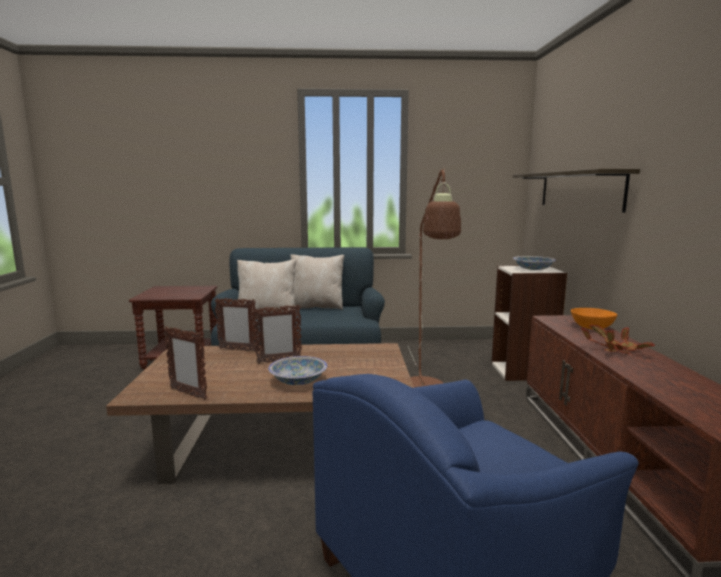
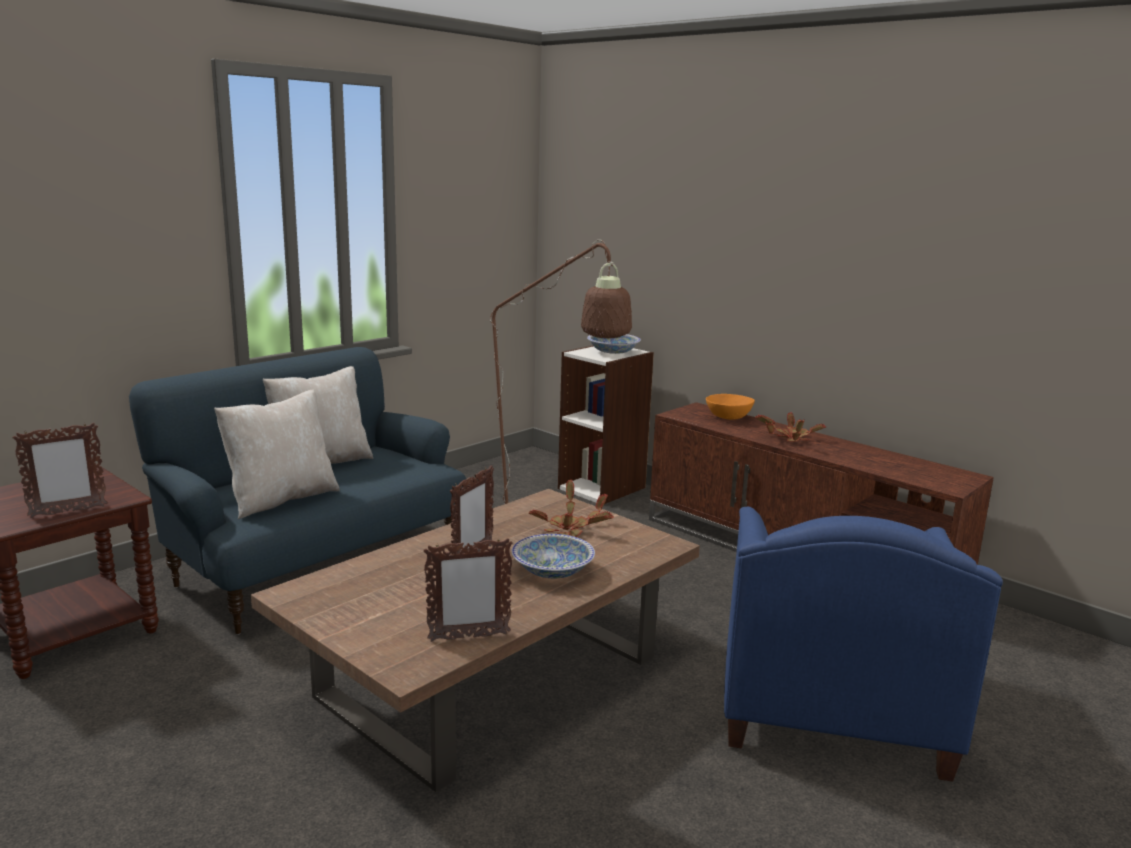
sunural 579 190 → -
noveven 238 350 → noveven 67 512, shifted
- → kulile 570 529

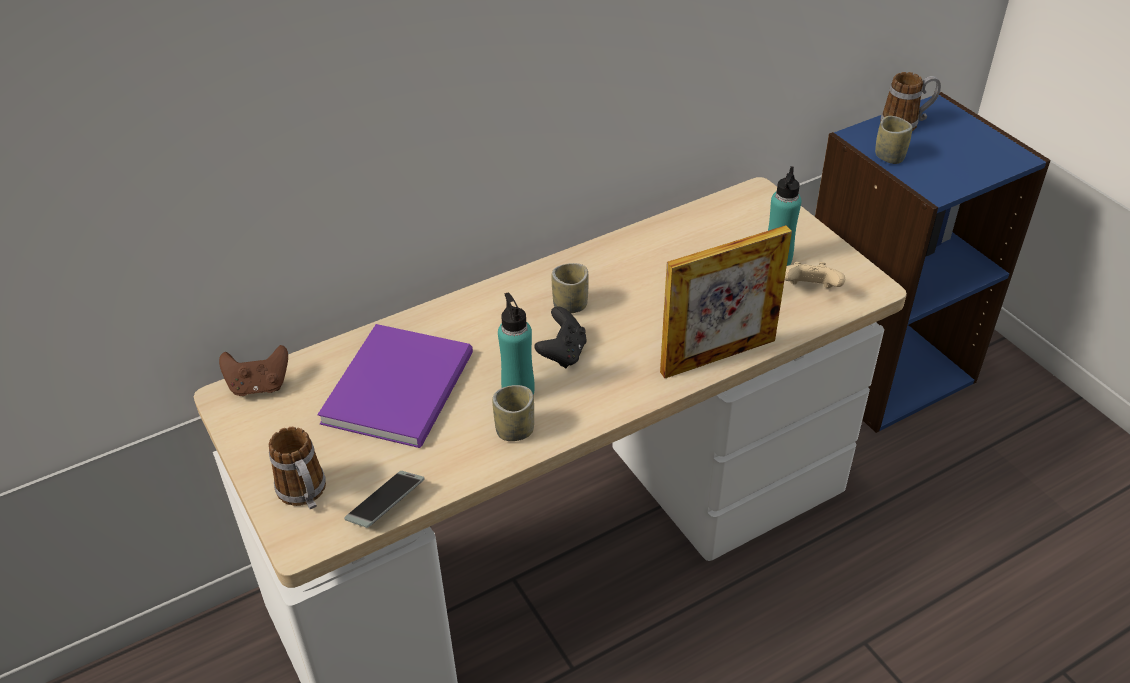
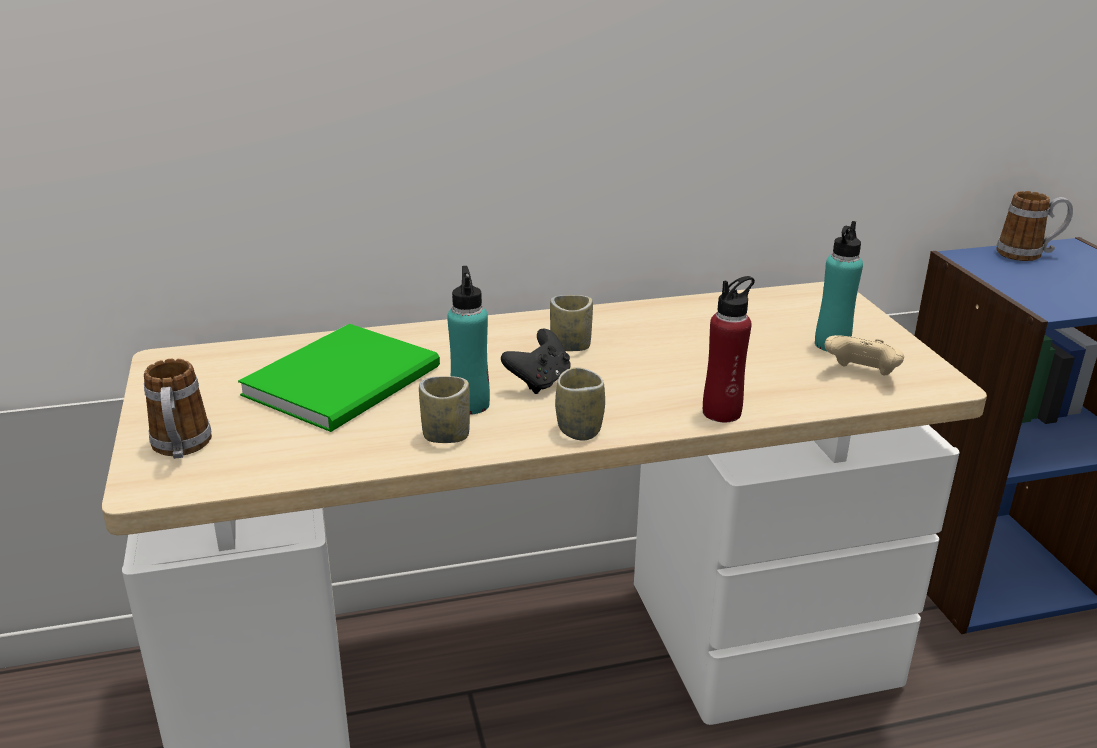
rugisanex 889 156 → rugisanex 579 430, shifted
noveven 718 356 → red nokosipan 722 412
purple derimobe 403 386 → green derimobe 349 380
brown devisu 259 386 → -
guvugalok 385 504 → -

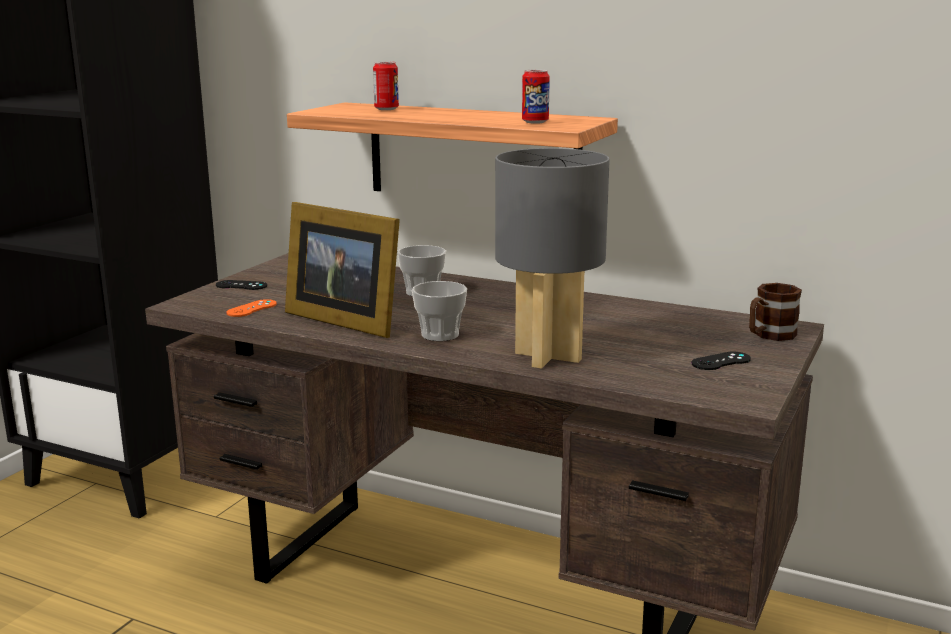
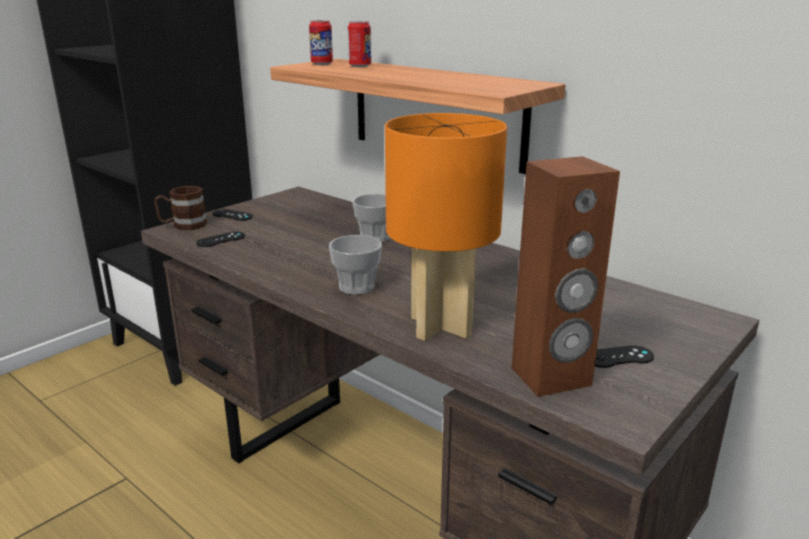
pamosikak 535 122 → pamosikak 322 64, shifted
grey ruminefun 548 357 → orange ruminefun 440 327
noveven 344 319 → -
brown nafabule 769 335 → brown nafabule 183 225, shifted
orange devisu 251 308 → black devisu 220 240
- → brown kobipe 551 377

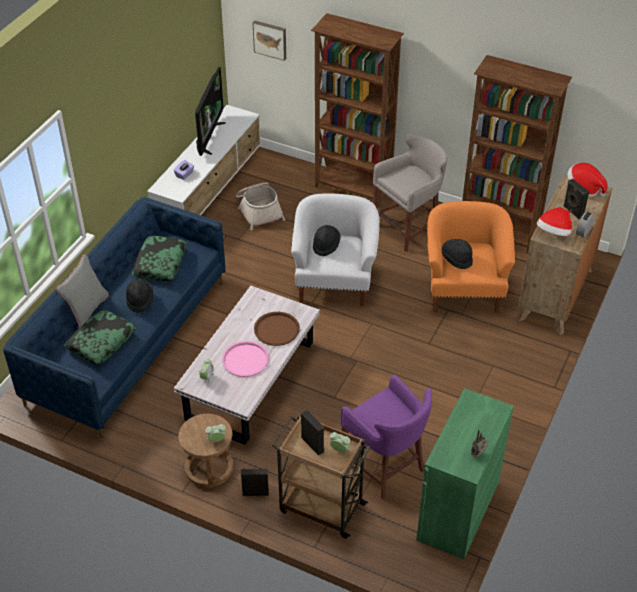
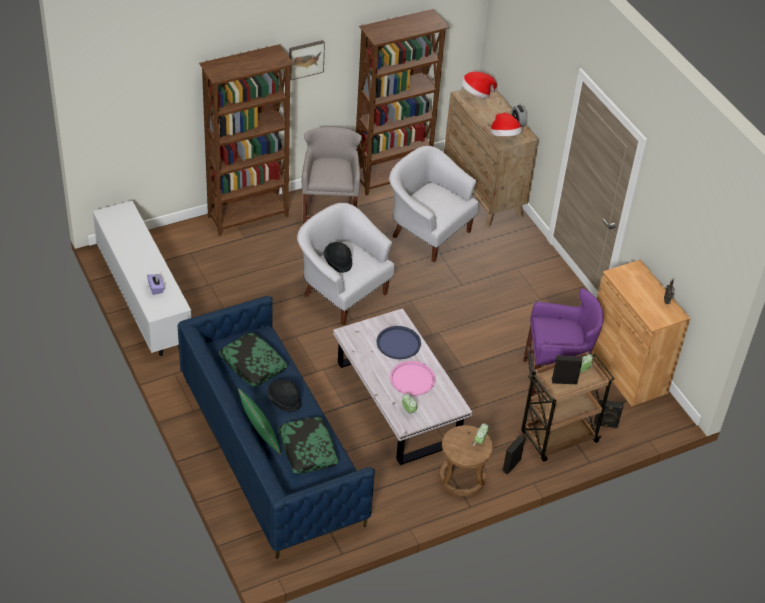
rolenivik 270 39 → rolenivik 305 59, shifted
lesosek 209 137 → -
black kobipe 572 212 → black kobipe 605 425, shifted
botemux 258 210 → -
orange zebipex 464 289 → white zebipex 428 232
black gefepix 457 259 → -
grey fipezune 87 310 → green fipezune 260 439
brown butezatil 276 329 → blue butezatil 398 343
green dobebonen 458 511 → brown dobebonen 626 370

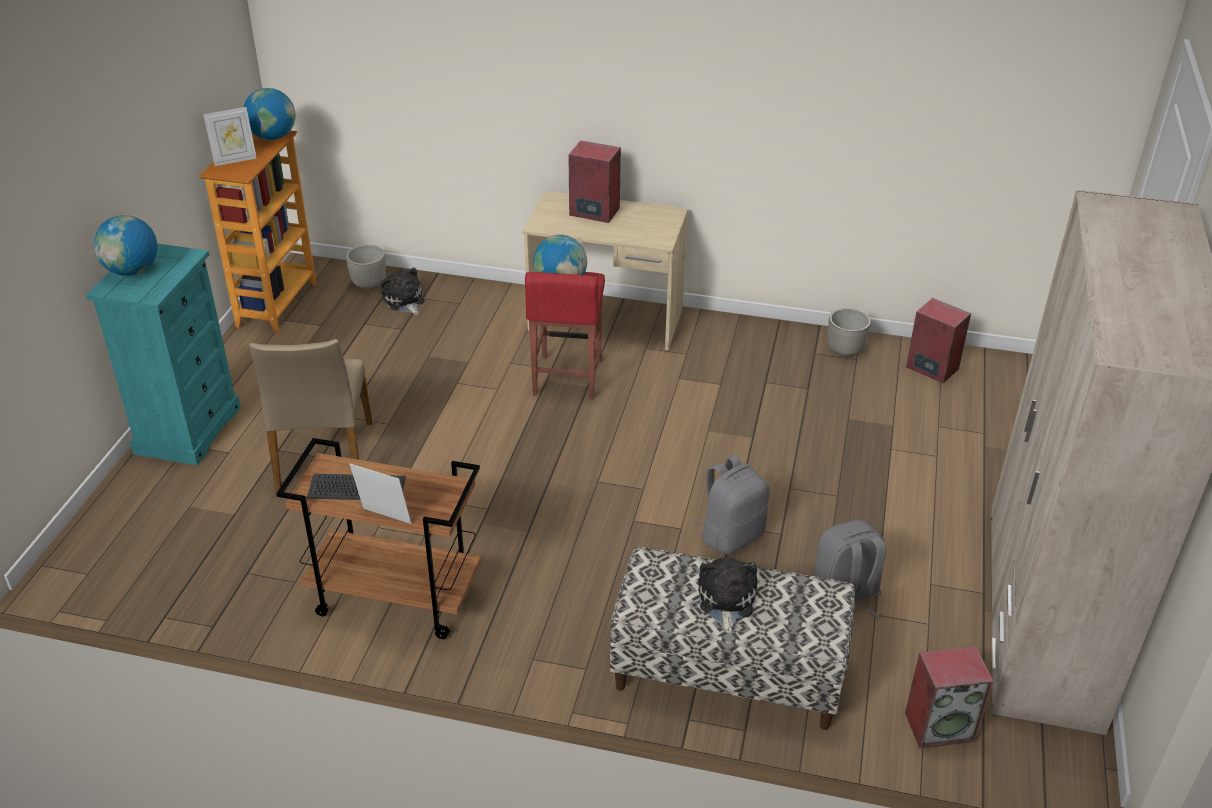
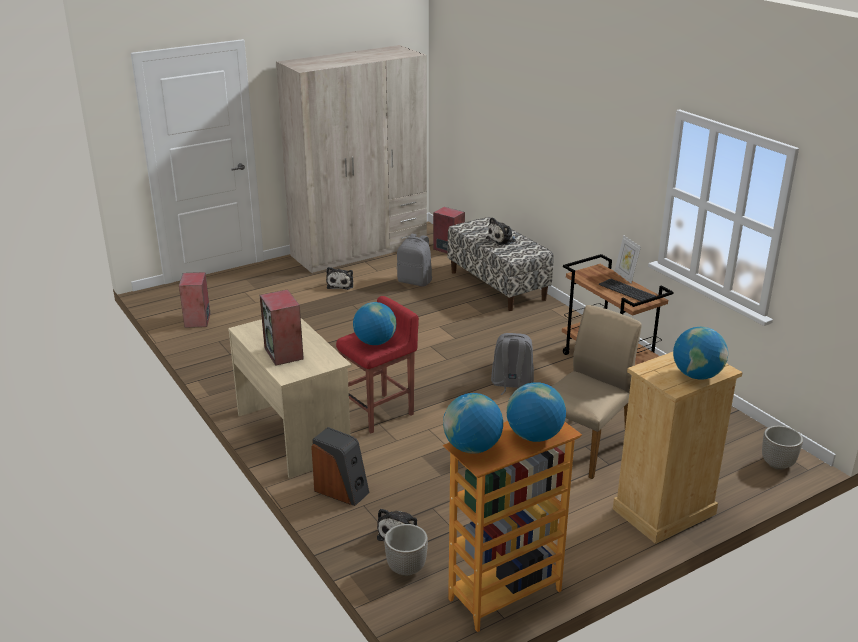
noveven 234 160 → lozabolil 534 436
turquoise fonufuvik 188 430 → beige fonufuvik 664 512
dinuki 845 350 → dinuki 777 464, shifted
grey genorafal 731 535 → grey genorafal 511 384, shifted
- → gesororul 341 284
- → kobipe 342 490

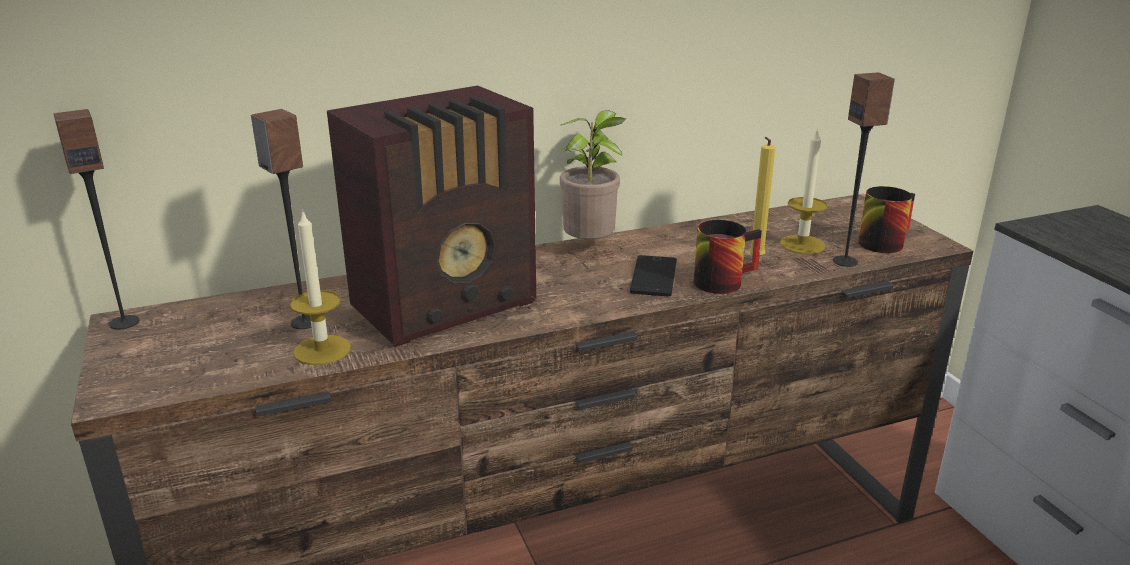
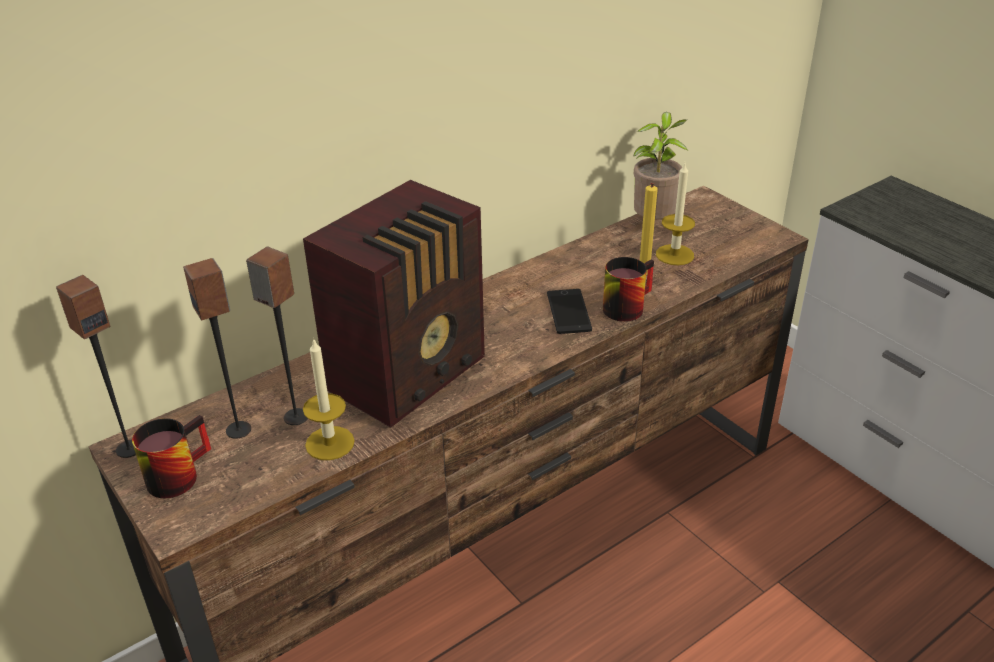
kobipe 845 261 → kobipe 239 430, shifted
kulile 591 248 → kulile 654 223, shifted
nafabule 881 240 → nafabule 176 473, shifted

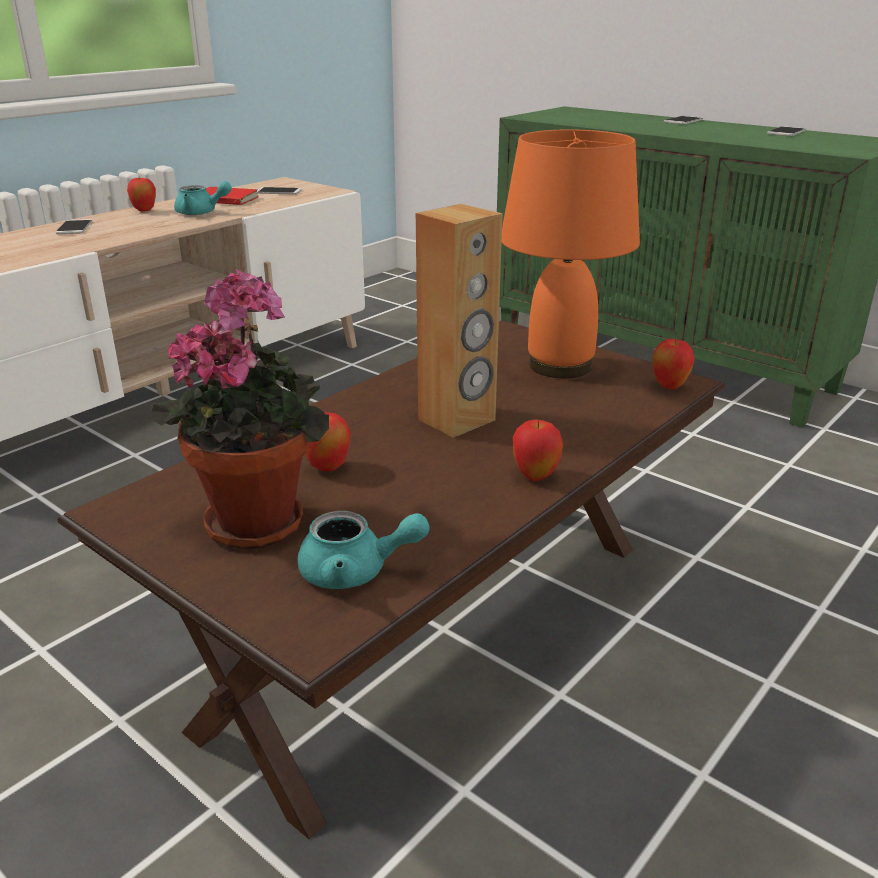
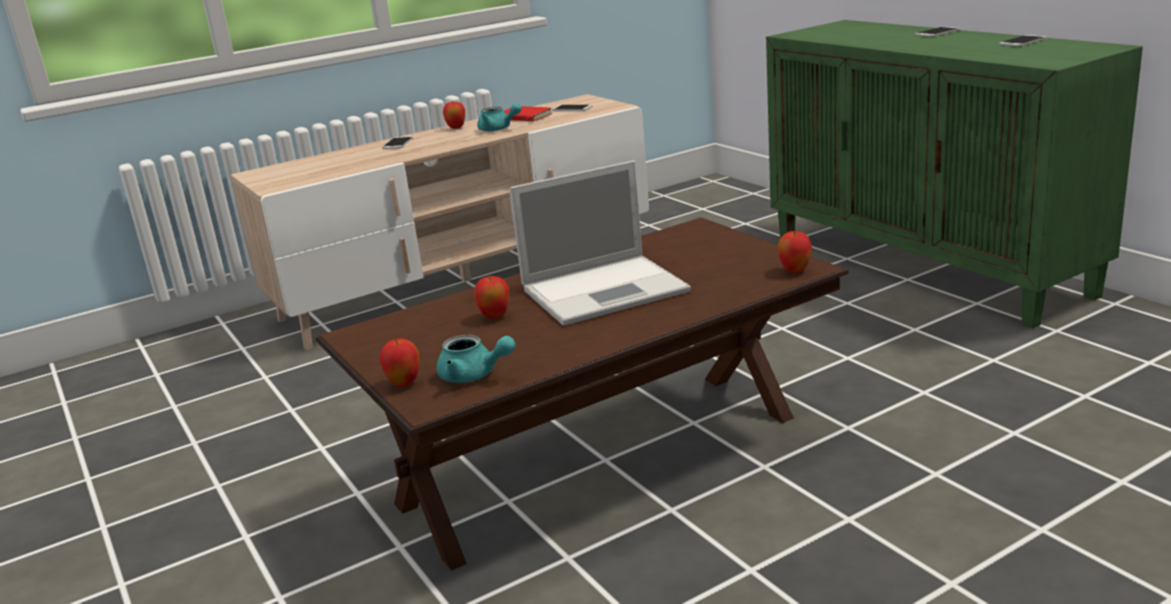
orange ruminefun 559 366 → -
brown kobipe 457 420 → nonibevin 607 289
kulile 259 518 → -
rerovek 535 476 → rerovek 404 384, shifted

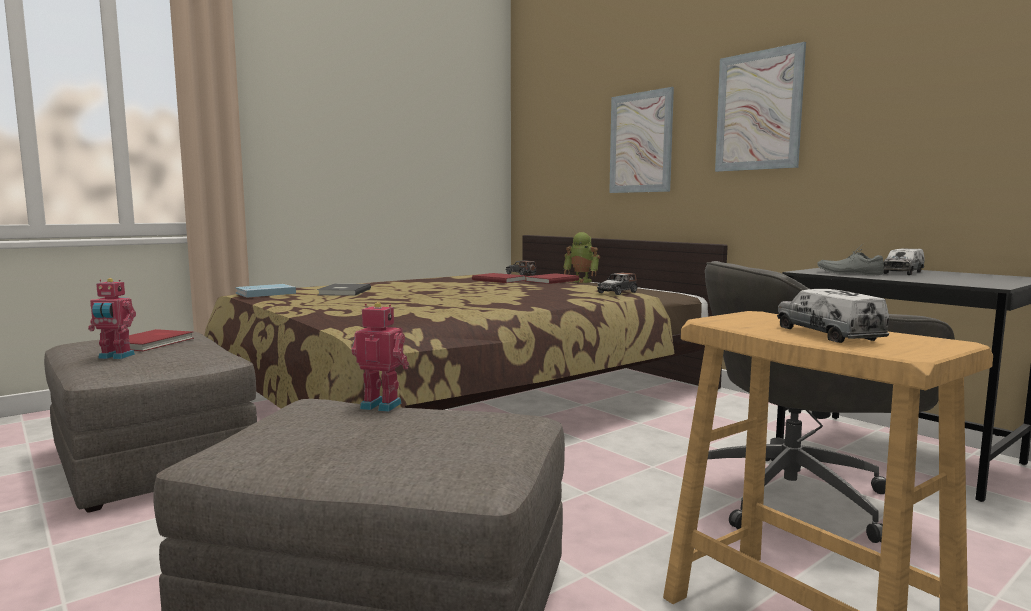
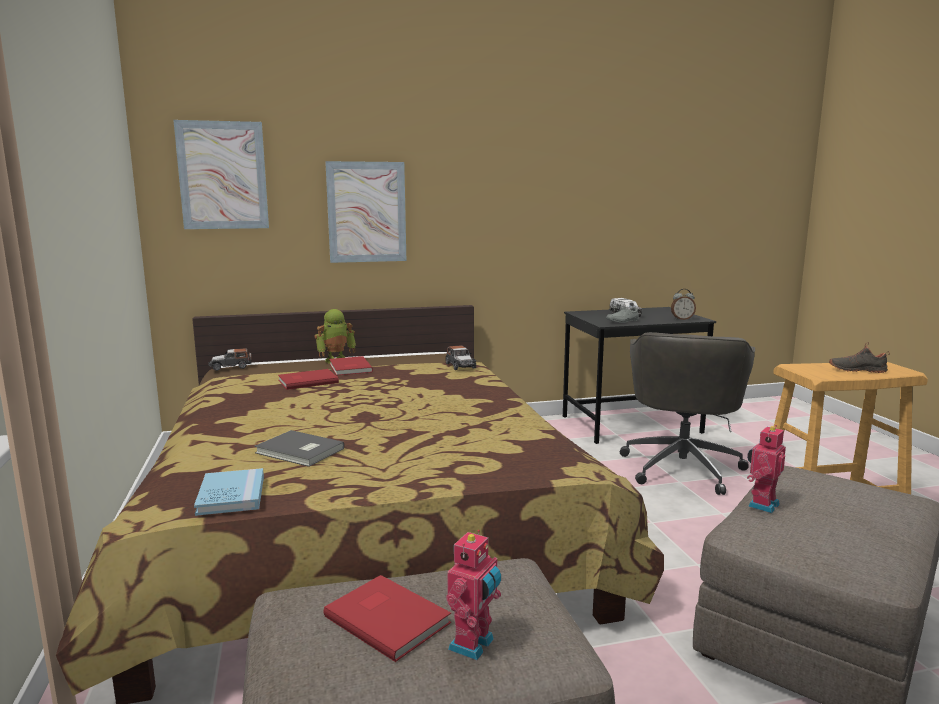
rolenivik 758 111 → rolenivik 223 175, shifted
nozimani 828 334 → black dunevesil 857 370
- → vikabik 682 319

